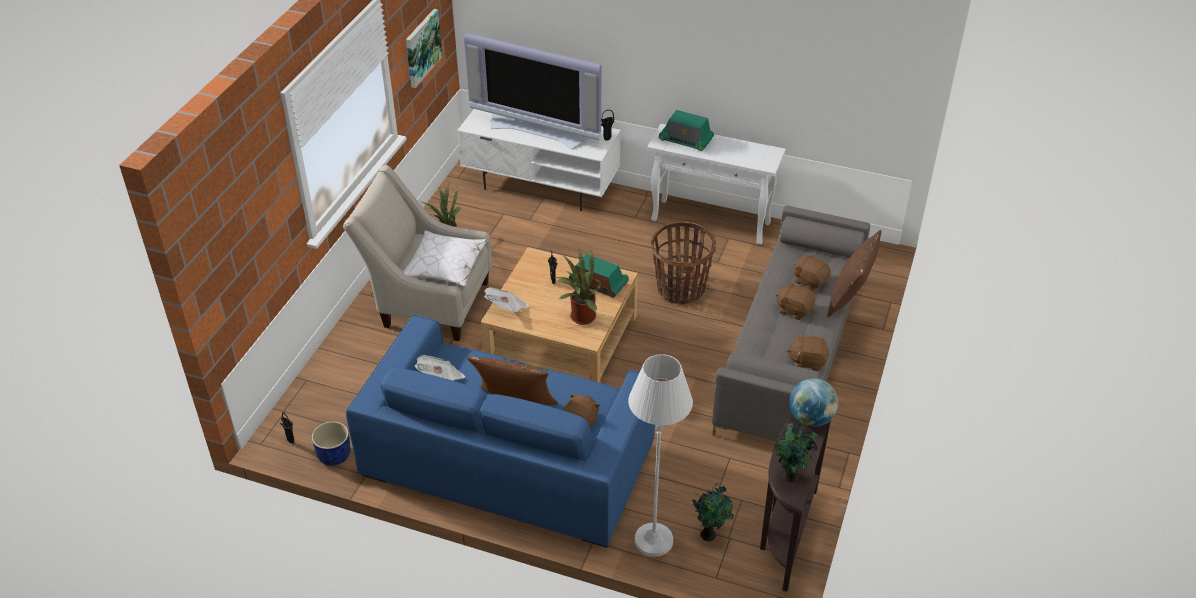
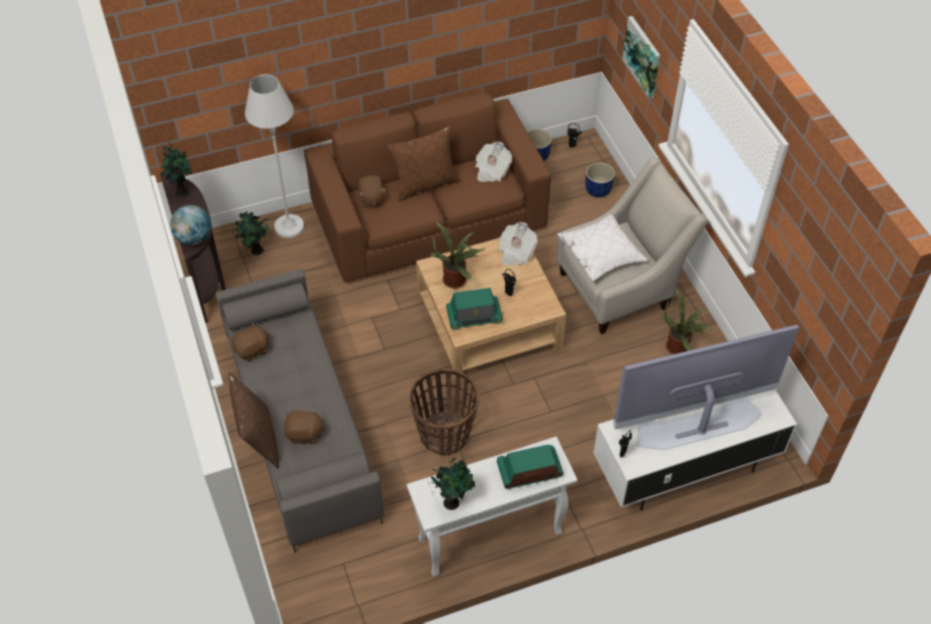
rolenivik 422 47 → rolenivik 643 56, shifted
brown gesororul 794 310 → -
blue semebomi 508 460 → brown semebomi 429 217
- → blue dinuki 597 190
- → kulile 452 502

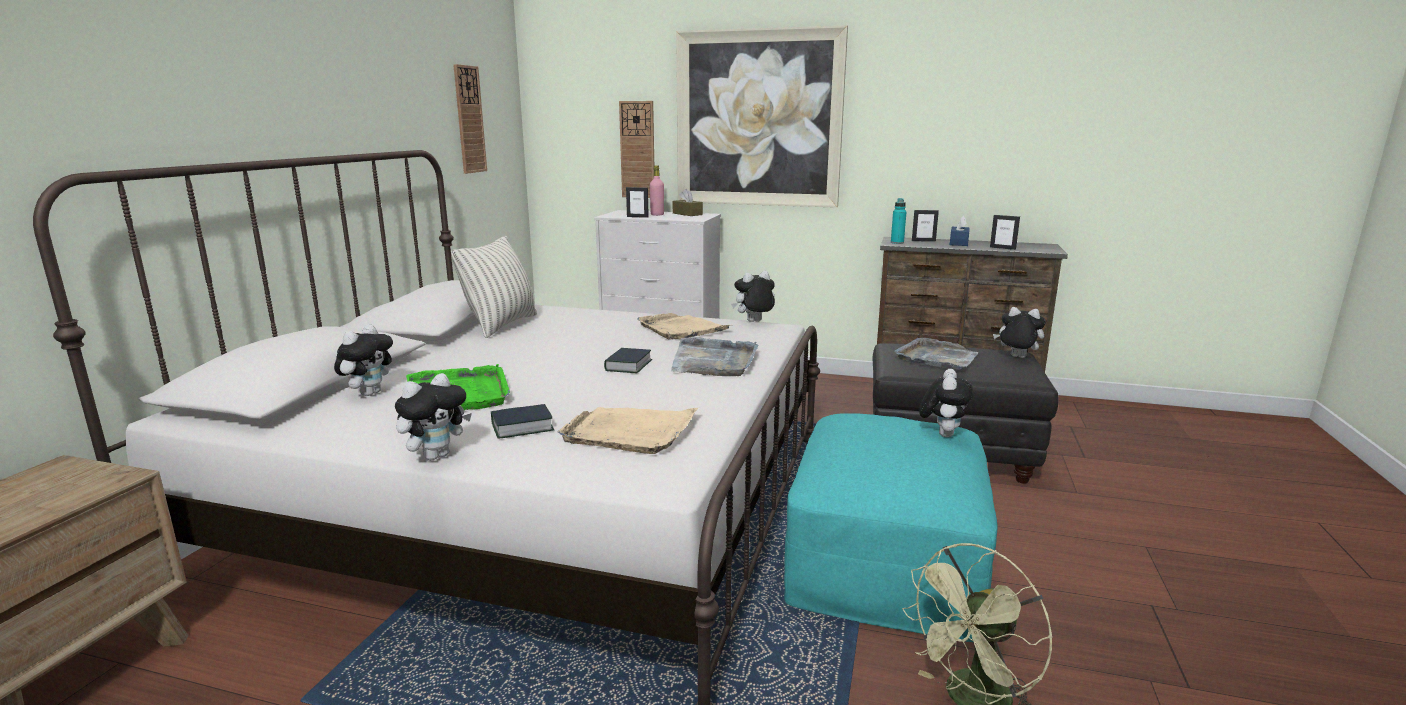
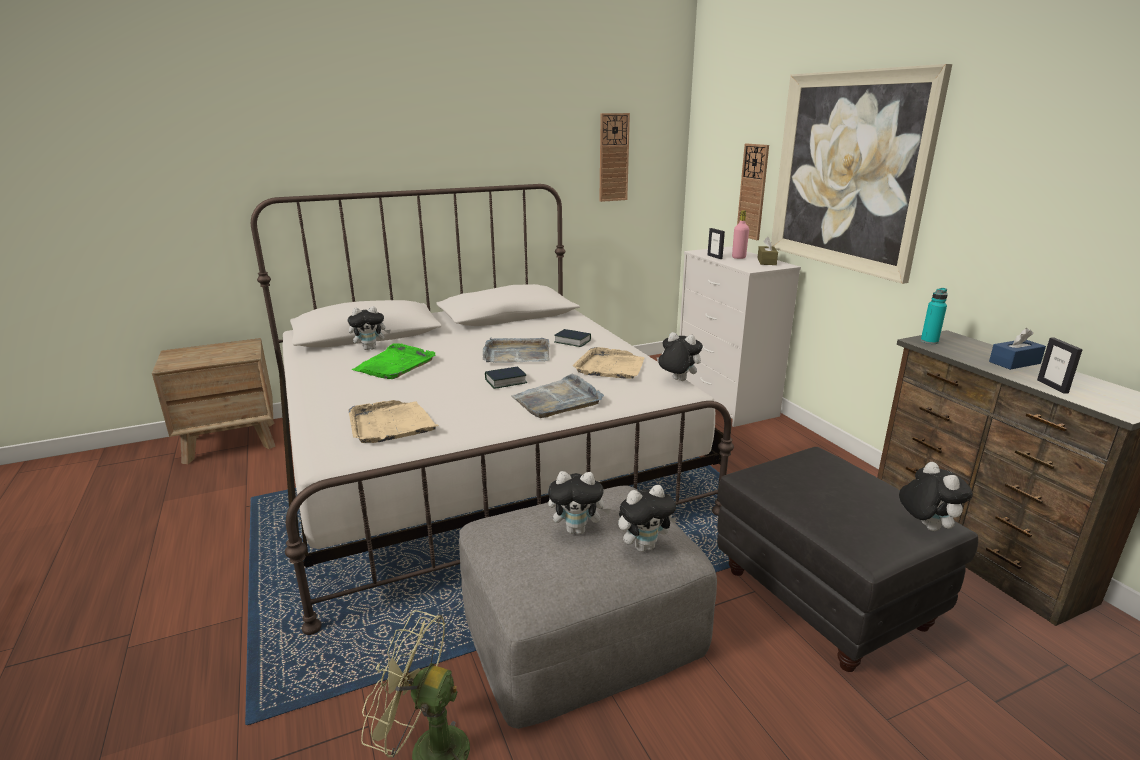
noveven 923 241 → -
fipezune 501 325 → -
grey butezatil 937 358 → grey butezatil 516 354, shifted
gesororul 436 455 → gesororul 578 530, shifted
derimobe 522 427 → derimobe 572 341, shifted
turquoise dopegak 884 558 → grey dopegak 581 628

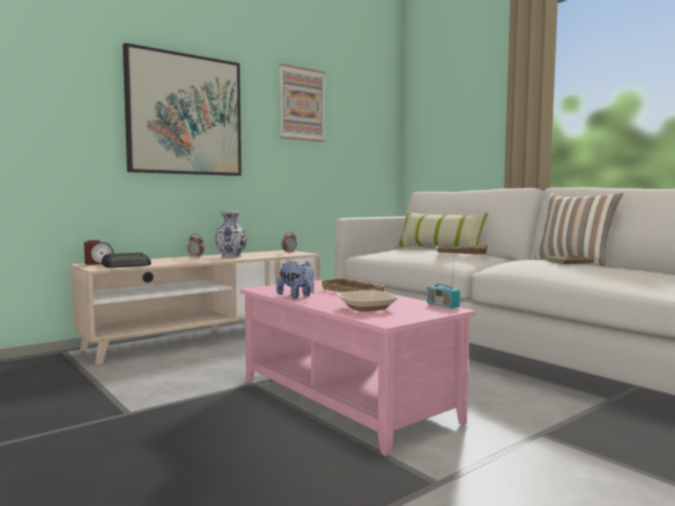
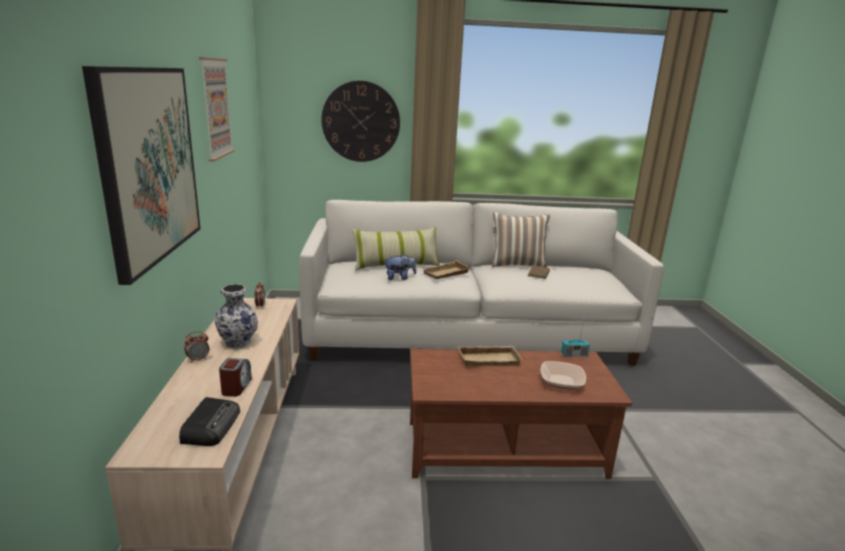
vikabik 99 263 → vikabik 236 387, shifted
gesororul 296 296 → gesororul 399 278, shifted
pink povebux 346 400 → brown povebux 504 447
- → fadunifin 361 122

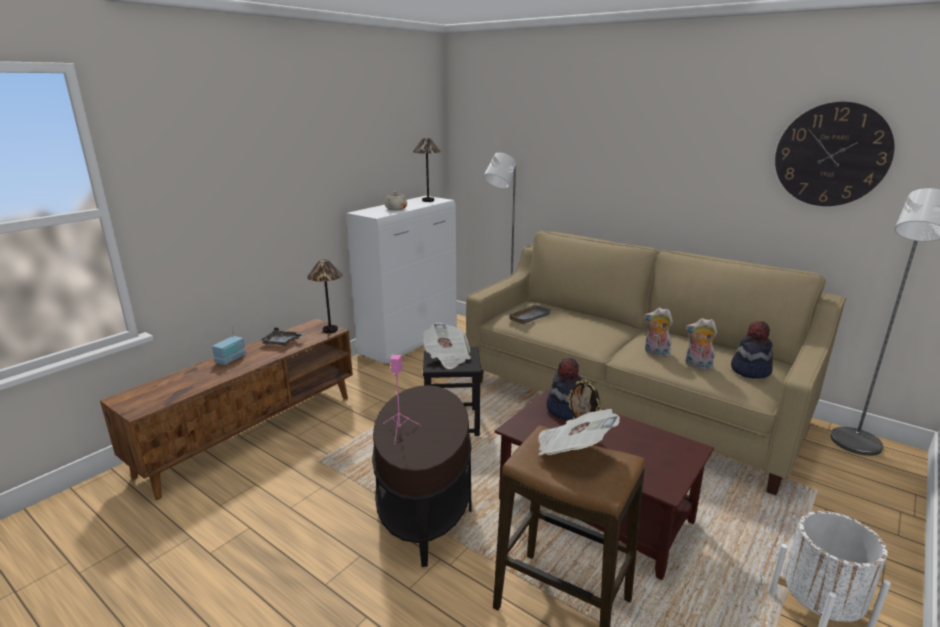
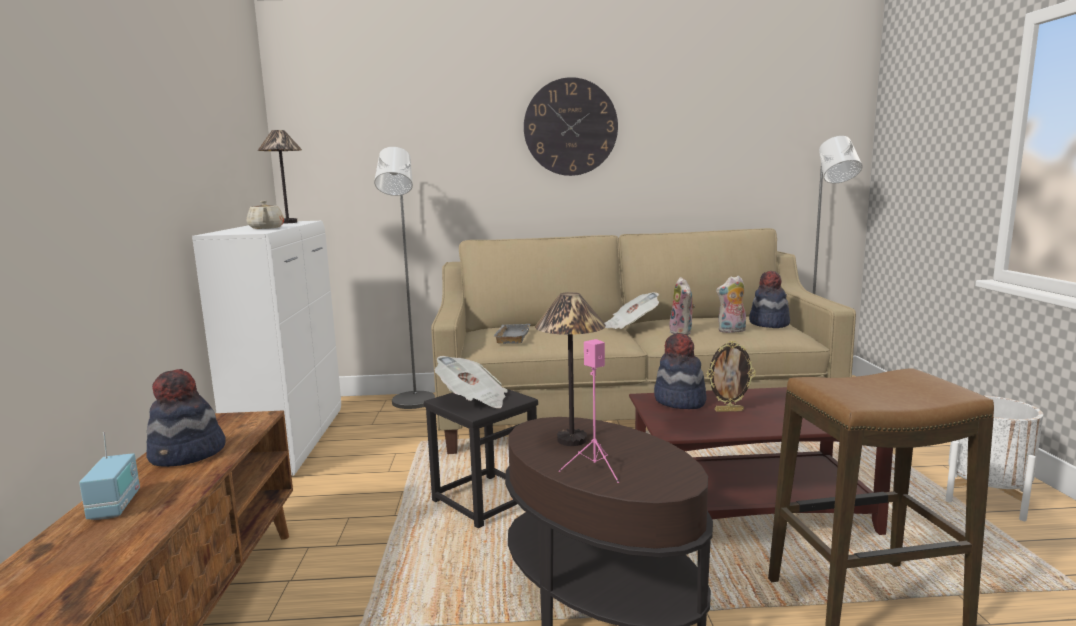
fadunifin 831 155 → fadunifin 570 127, shifted
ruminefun 330 330 → ruminefun 572 440, shifted
gesororul 655 353 → gesororul 682 332, 90 degrees counterclockwise
grey butezatil 282 342 → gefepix 188 454
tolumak 573 450 → tolumak 630 326, shifted

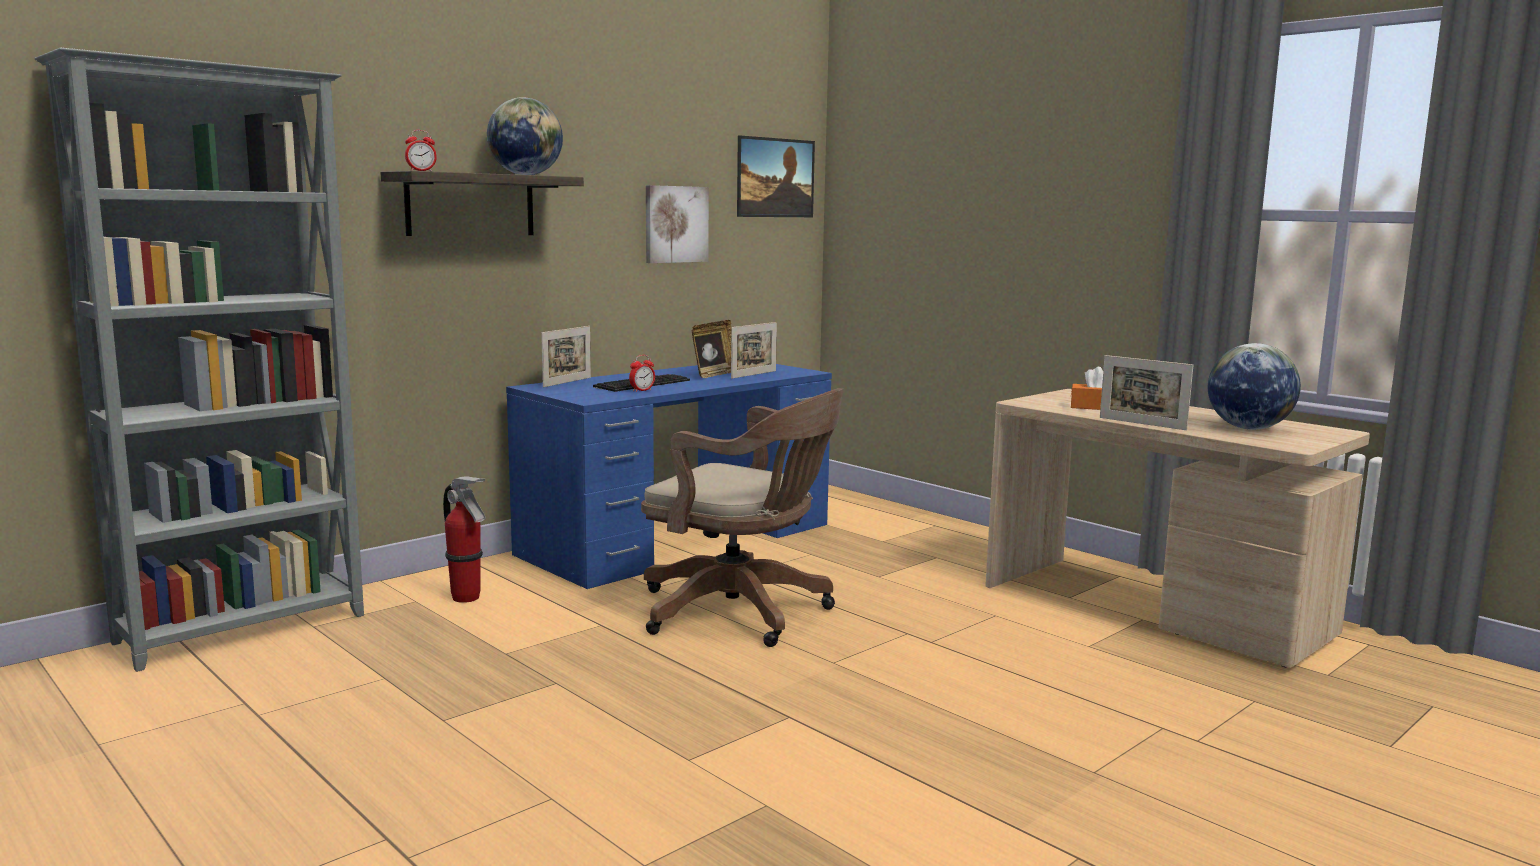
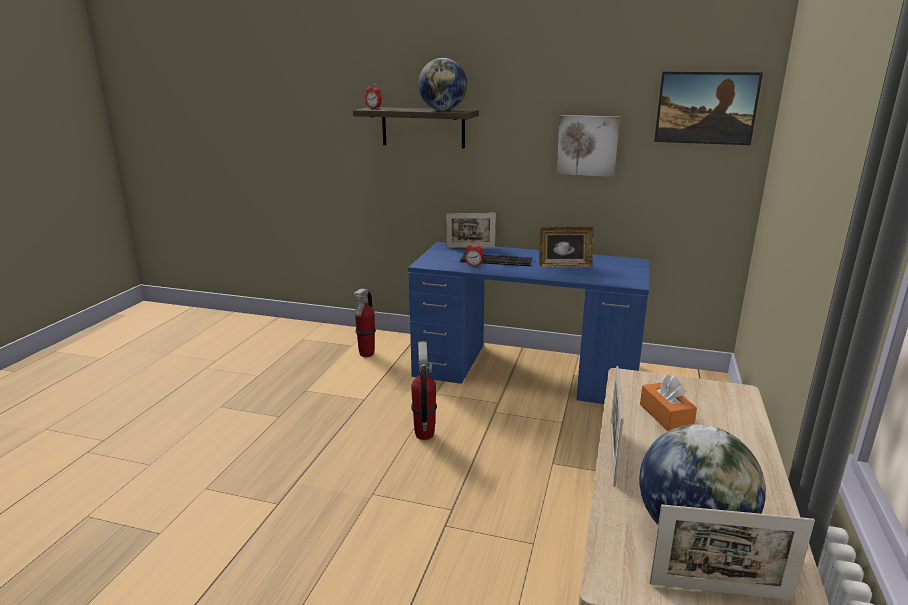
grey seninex 245 629 → -
noveven 753 374 → noveven 720 591, shifted
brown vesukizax 742 613 → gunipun 424 434

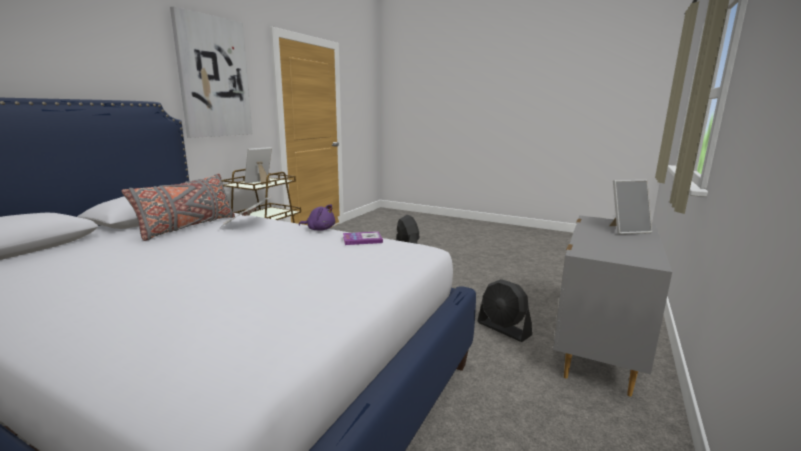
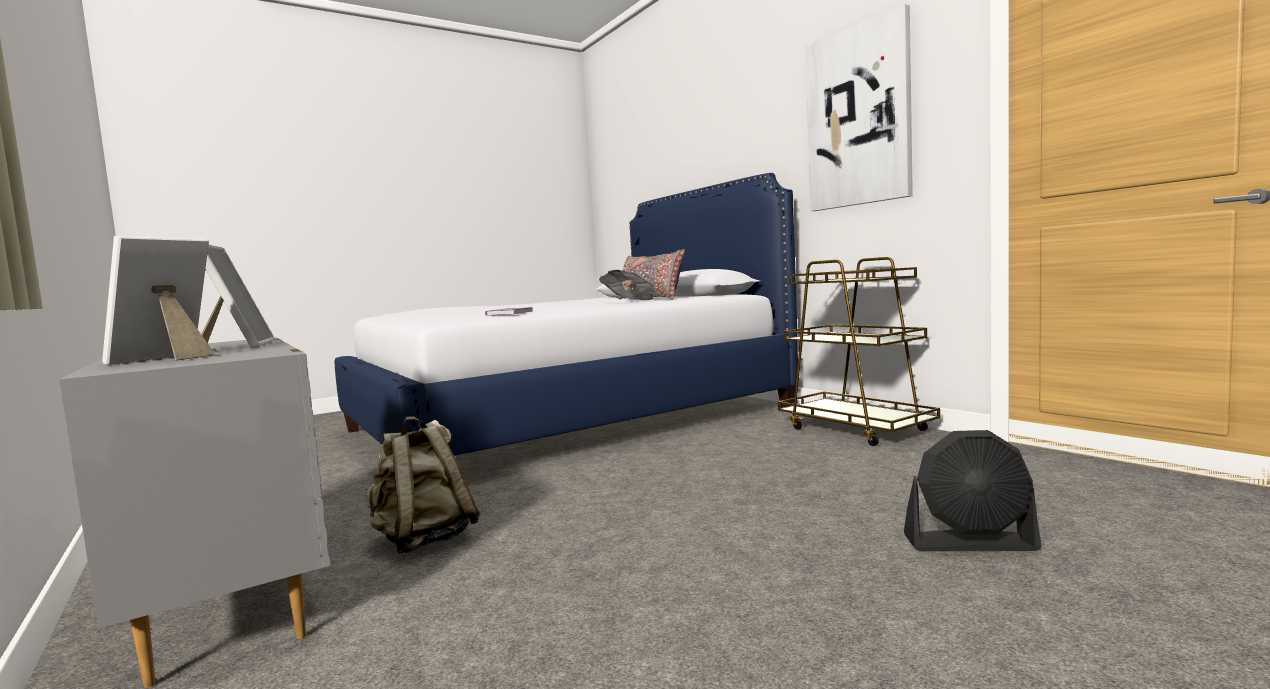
noveven 260 182 → noveven 236 346, shifted
purple gesororul 319 229 → -
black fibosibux 504 329 → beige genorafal 424 540

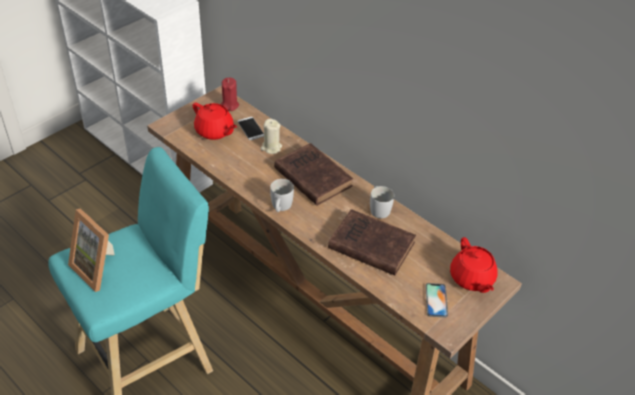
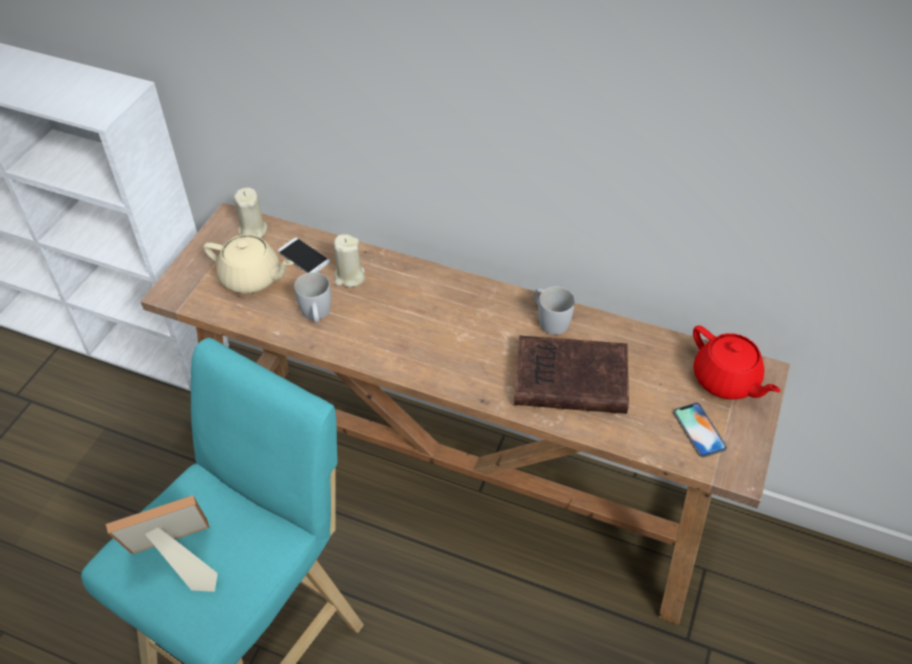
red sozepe 229 105 → beige sozepe 252 230
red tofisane 215 131 → beige tofisane 252 278
brown derimobe 311 176 → -
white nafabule 280 207 → white nafabule 316 314, shifted
noveven 99 268 → noveven 176 561, 135 degrees clockwise

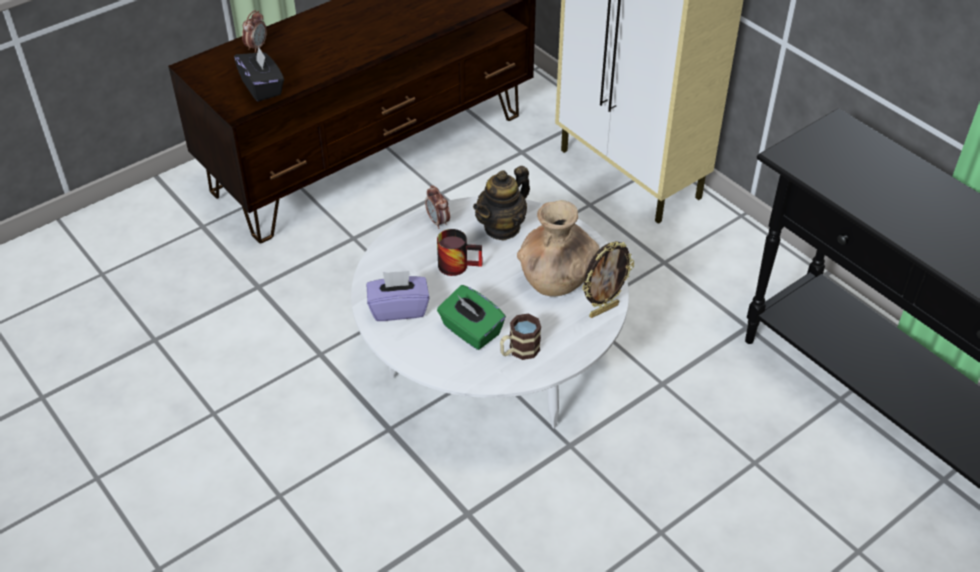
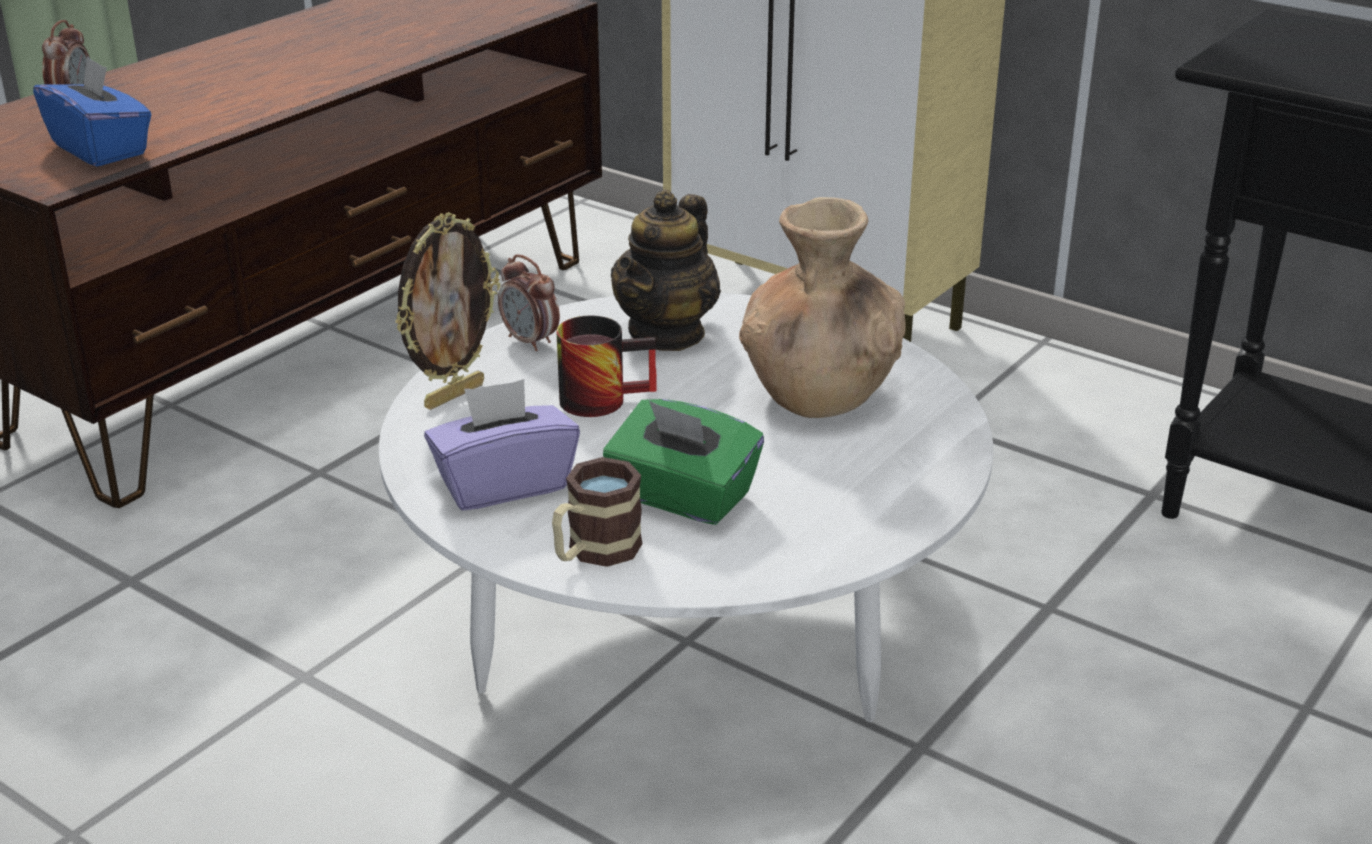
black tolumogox 262 87 → blue tolumogox 101 149
noveven 603 310 → noveven 453 395, shifted
nafabule 519 351 → nafabule 594 552, shifted

